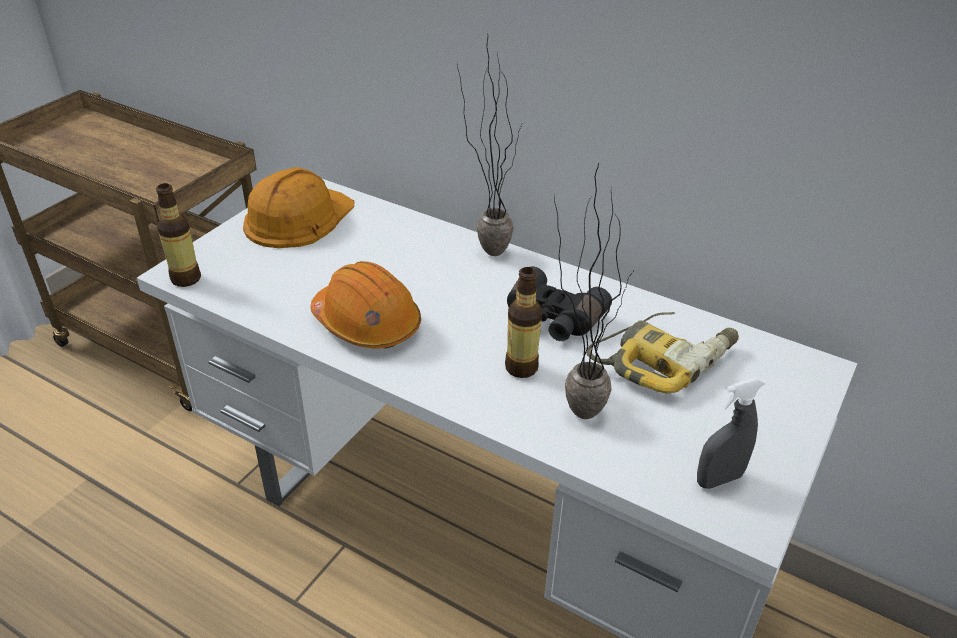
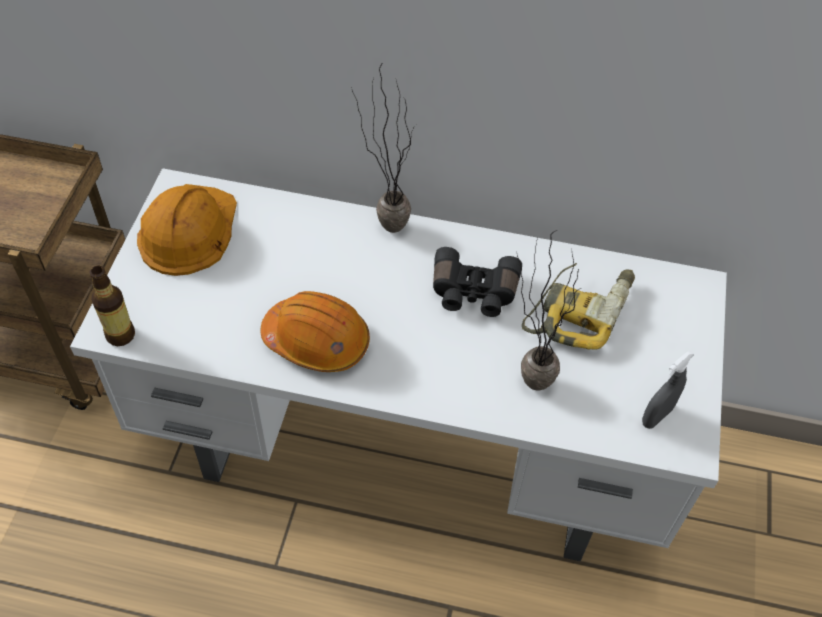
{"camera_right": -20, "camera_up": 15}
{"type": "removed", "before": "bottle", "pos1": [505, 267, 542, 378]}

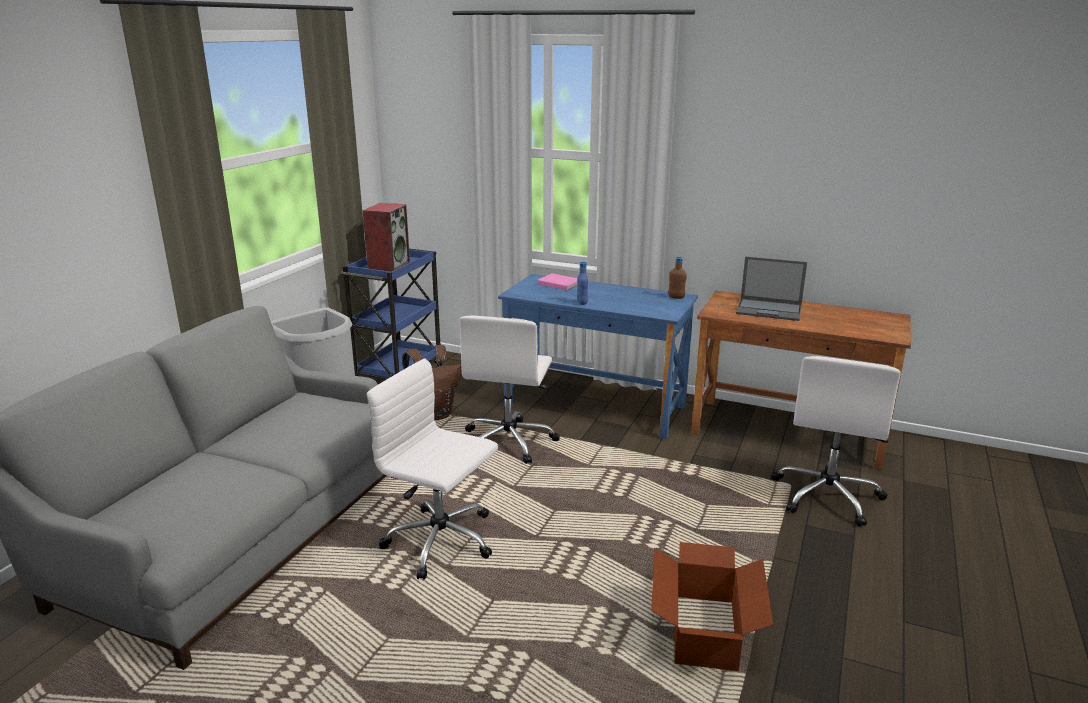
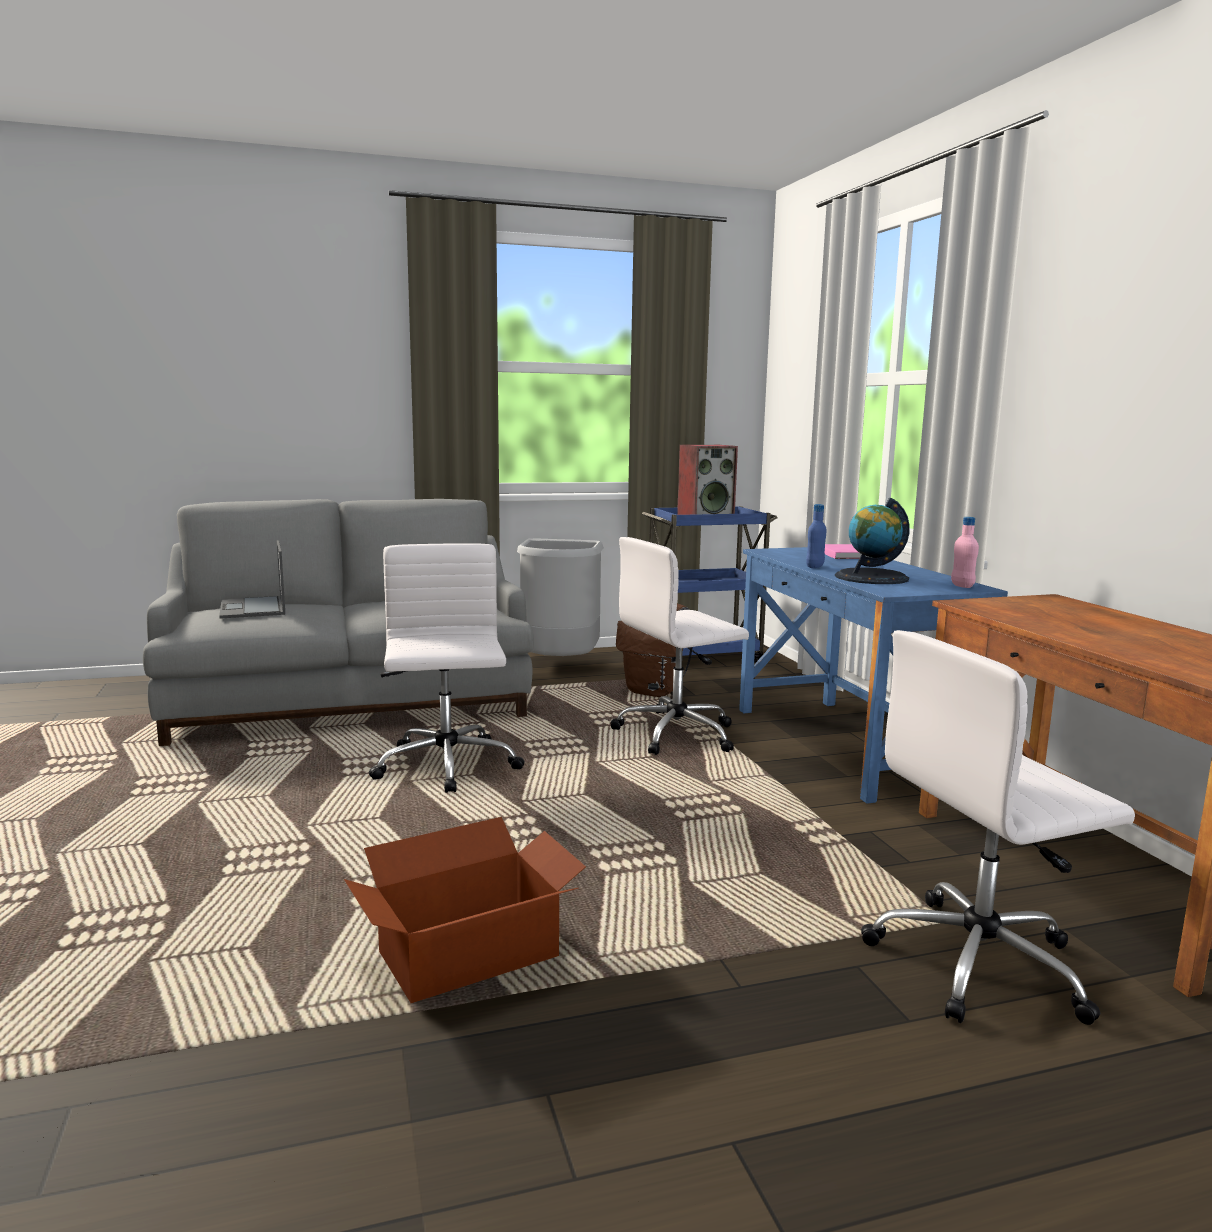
{"camera_right": 50, "camera_up": -10}
{"type": "moved", "before": "laptop", "pos1": [736, 256, 807, 321], "pos2": [219, 540, 285, 619]}
{"type": "added", "after": "globe", "pos2": [835, 498, 910, 584]}
{"type": "recoloured", "before": "bottle (brown)", "after": "bottle (pink)", "pos1": [668, 257, 687, 299], "pos2": [951, 517, 979, 588]}

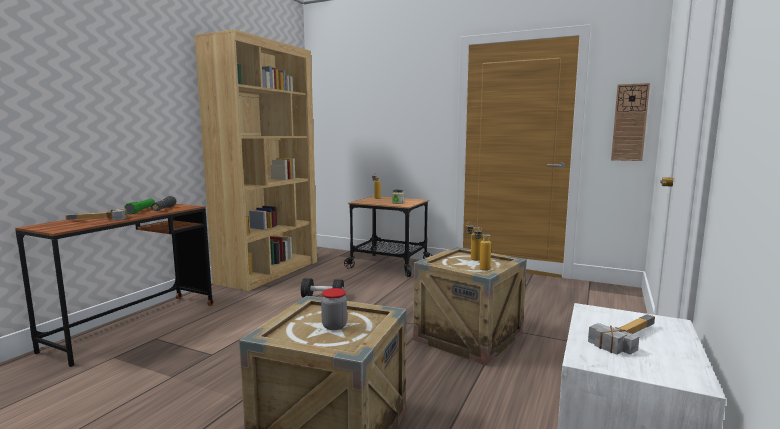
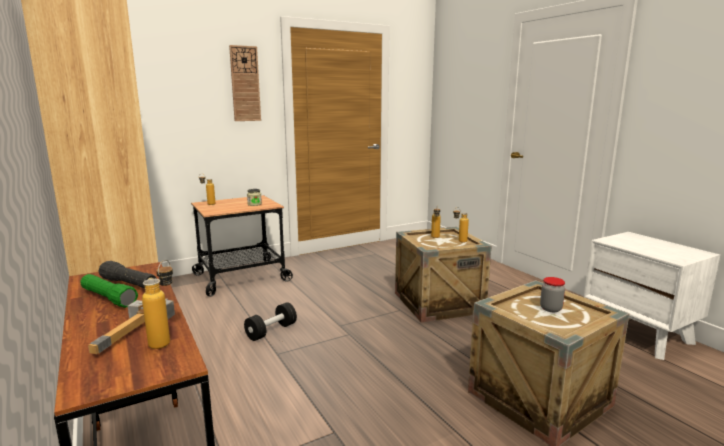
{"camera_right": -55, "camera_up": 5}
{"type": "added", "after": "bottle", "pos2": [142, 260, 173, 349]}
{"type": "moved", "before": "wall clock", "pos1": [611, 83, 650, 161], "pos2": [229, 45, 261, 121]}
{"type": "removed", "before": "hammer", "pos1": [588, 314, 655, 355]}

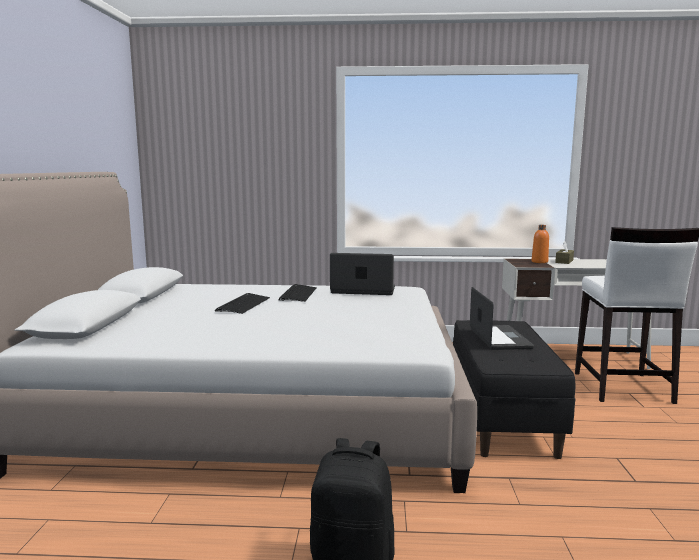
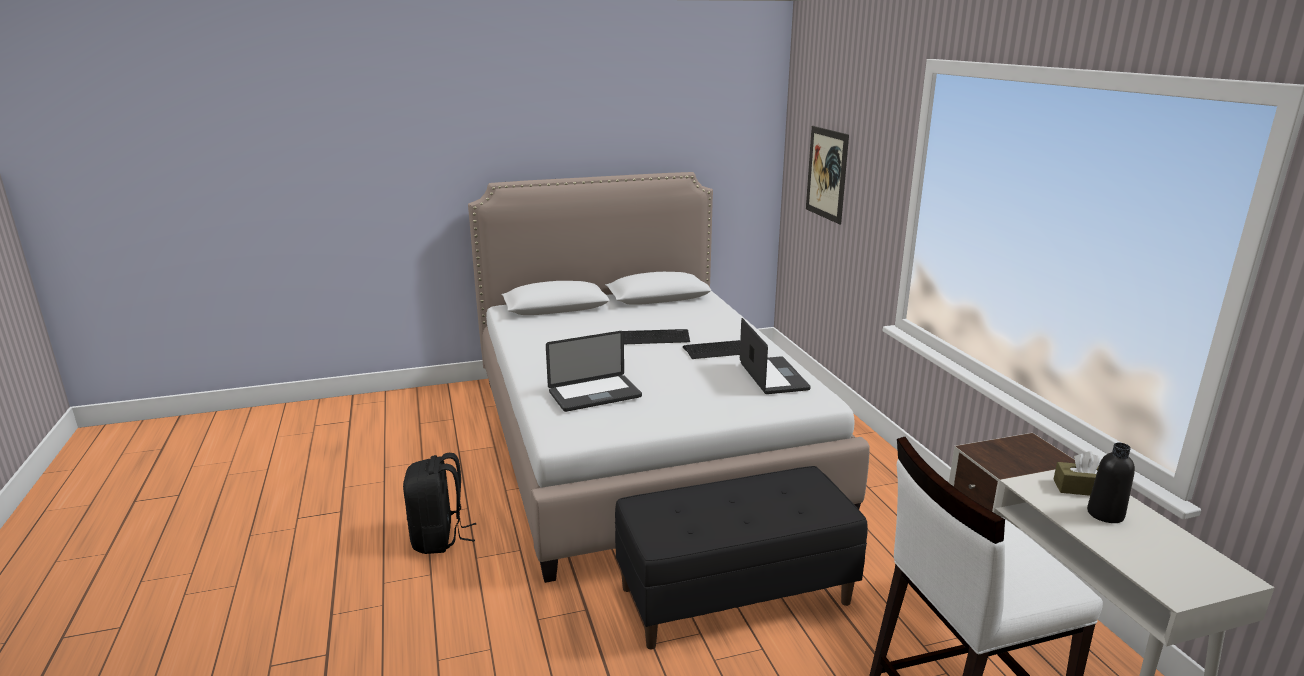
{"camera_right": 70, "camera_up": 10}
{"type": "moved", "before": "laptop", "pos1": [470, 287, 534, 350], "pos2": [546, 331, 642, 412]}
{"type": "added", "after": "picture", "pos2": [806, 126, 849, 224]}
{"type": "added", "after": "bottle (black)", "pos2": [1087, 443, 1135, 523]}
{"type": "removed", "before": "bottle (orange)", "pos1": [531, 225, 549, 263]}

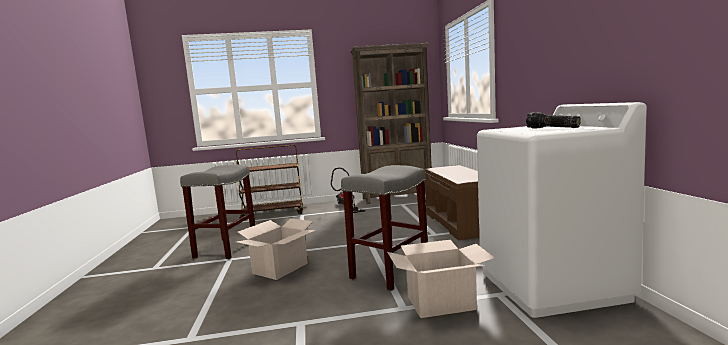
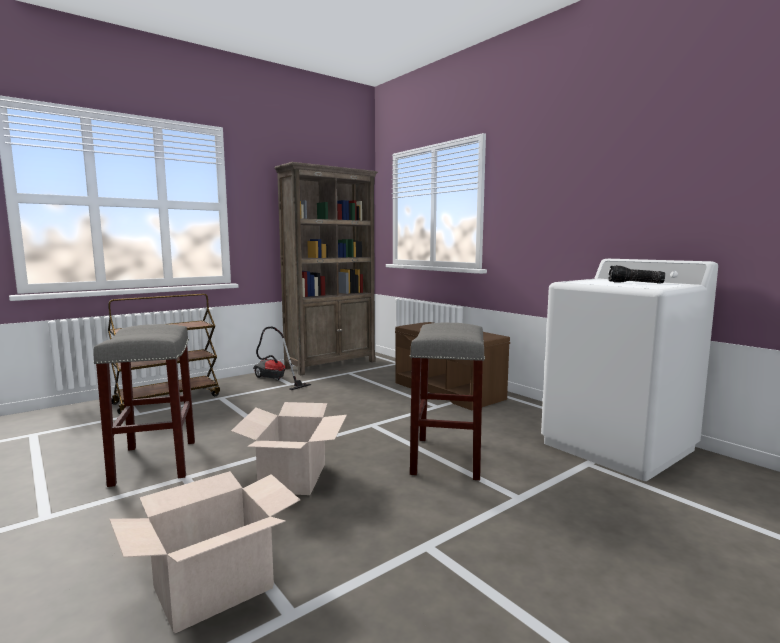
{"camera_right": -30, "camera_up": 0}
{"type": "moved", "before": "cardboard box", "pos1": [387, 240, 495, 318], "pos2": [109, 471, 300, 633]}

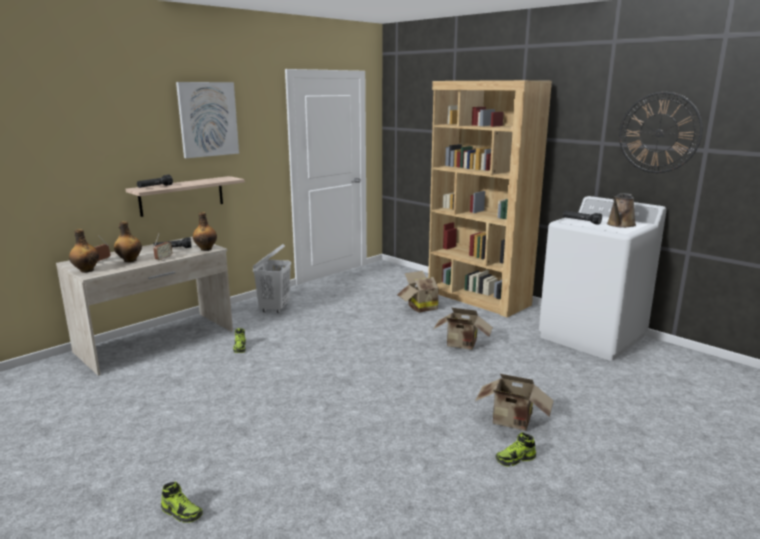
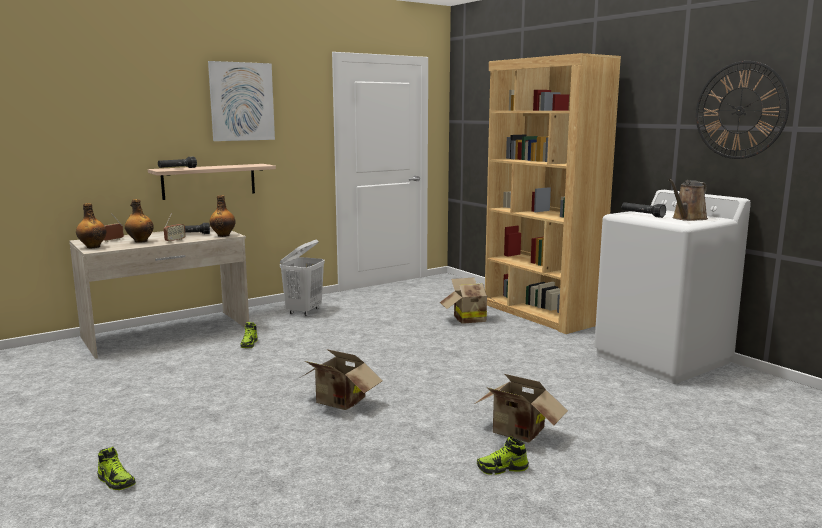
{"camera_right": 10, "camera_up": -5}
{"type": "moved", "before": "cardboard box", "pos1": [434, 308, 493, 350], "pos2": [303, 349, 383, 410]}

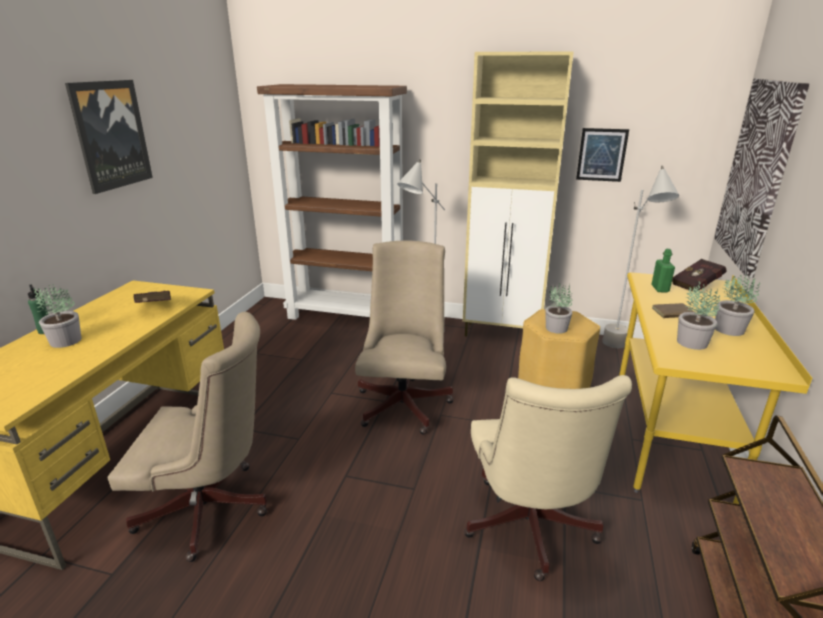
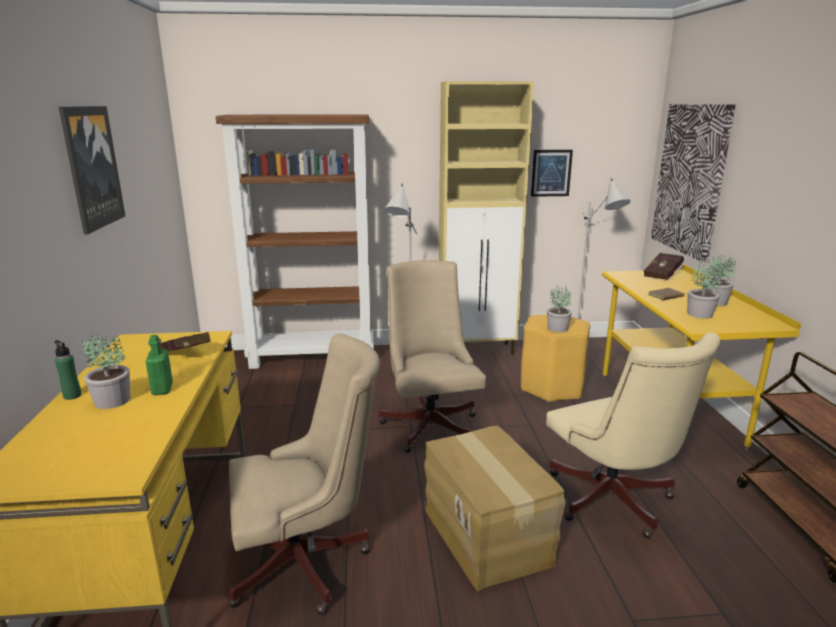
{"camera_right": -20, "camera_up": -5}
{"type": "moved", "before": "bottle (green)", "pos1": [651, 249, 675, 293], "pos2": [146, 335, 173, 395]}
{"type": "added", "after": "cardboard box", "pos2": [424, 426, 566, 591]}

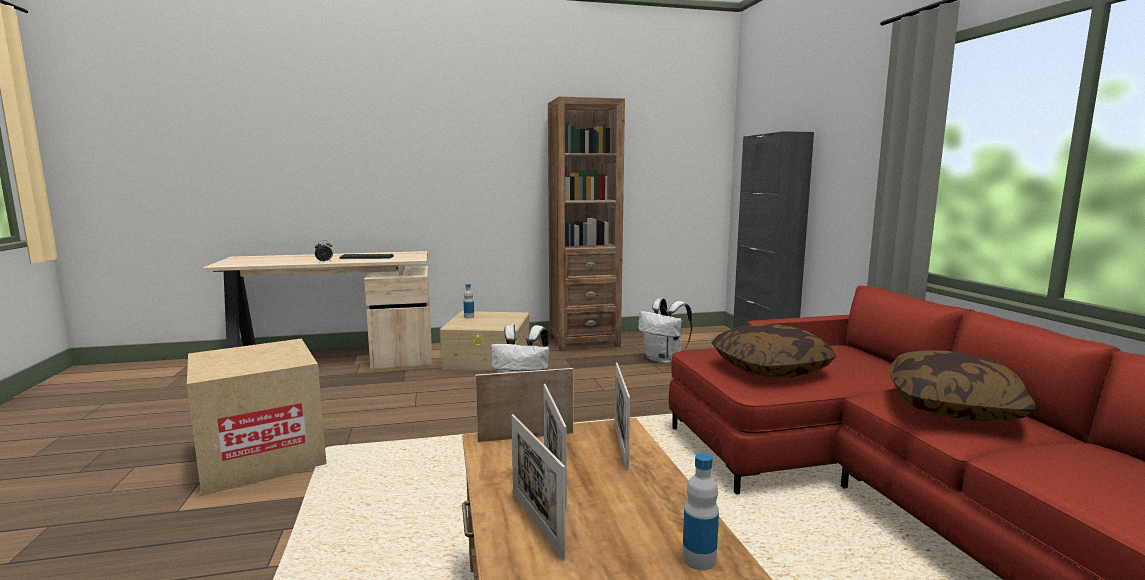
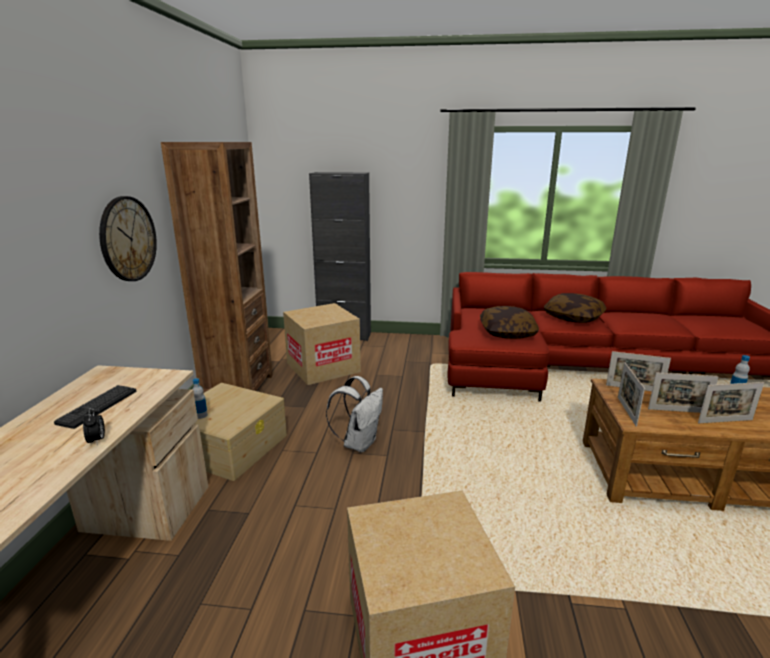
{"camera_right": -70, "camera_up": 10}
{"type": "added", "after": "wall clock", "pos2": [99, 196, 157, 281]}
{"type": "replaced", "before": "backpack (white)", "after": "cardboard box", "pos1": [638, 298, 692, 364], "pos2": [283, 303, 361, 385]}

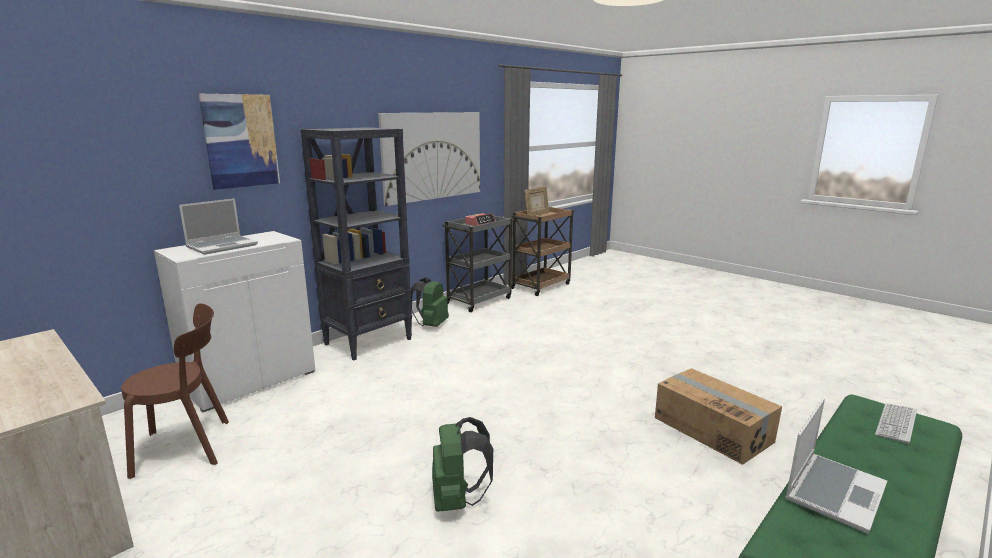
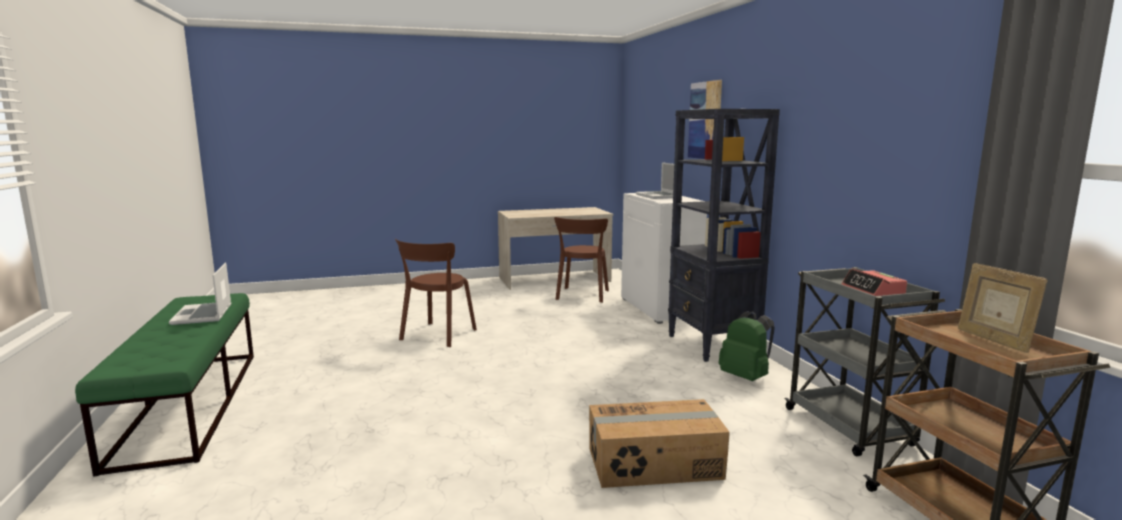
{"camera_right": 120, "camera_up": -5}
{"type": "replaced", "before": "backpack (green)", "after": "chair (brown)", "pos1": [432, 417, 493, 511], "pos2": [395, 239, 477, 347]}
{"type": "moved", "before": "cardboard box", "pos1": [655, 368, 782, 465], "pos2": [589, 399, 730, 488]}
{"type": "removed", "before": "picture", "pos1": [378, 112, 480, 206]}
{"type": "removed", "before": "keyboard", "pos1": [875, 403, 917, 444]}

